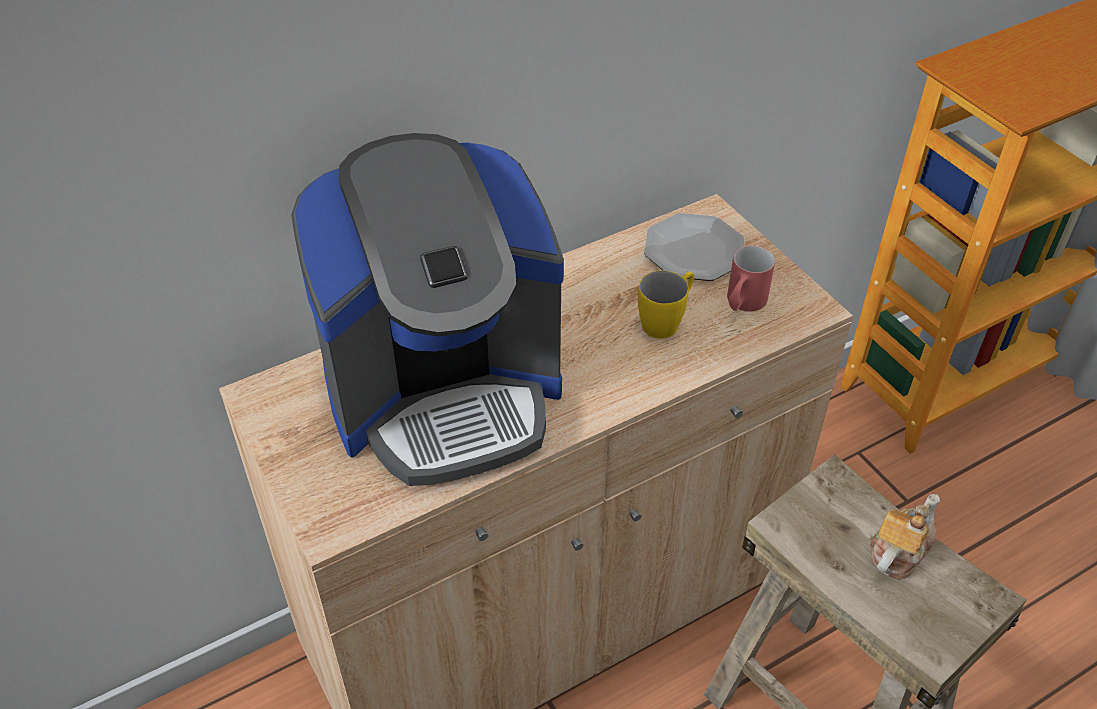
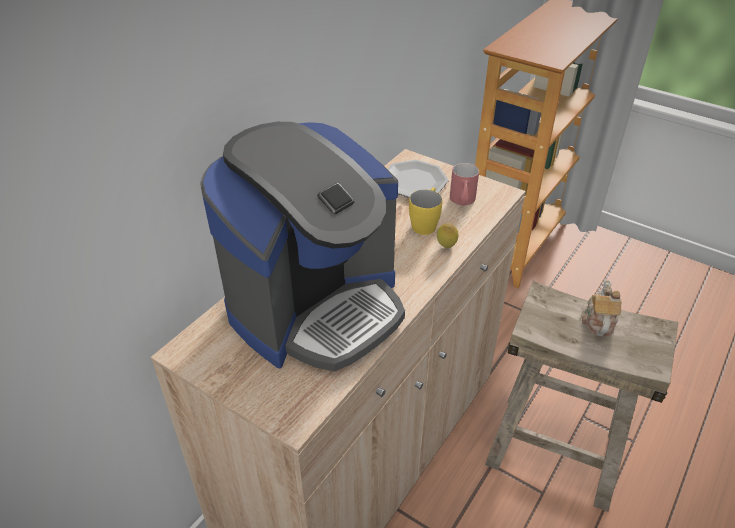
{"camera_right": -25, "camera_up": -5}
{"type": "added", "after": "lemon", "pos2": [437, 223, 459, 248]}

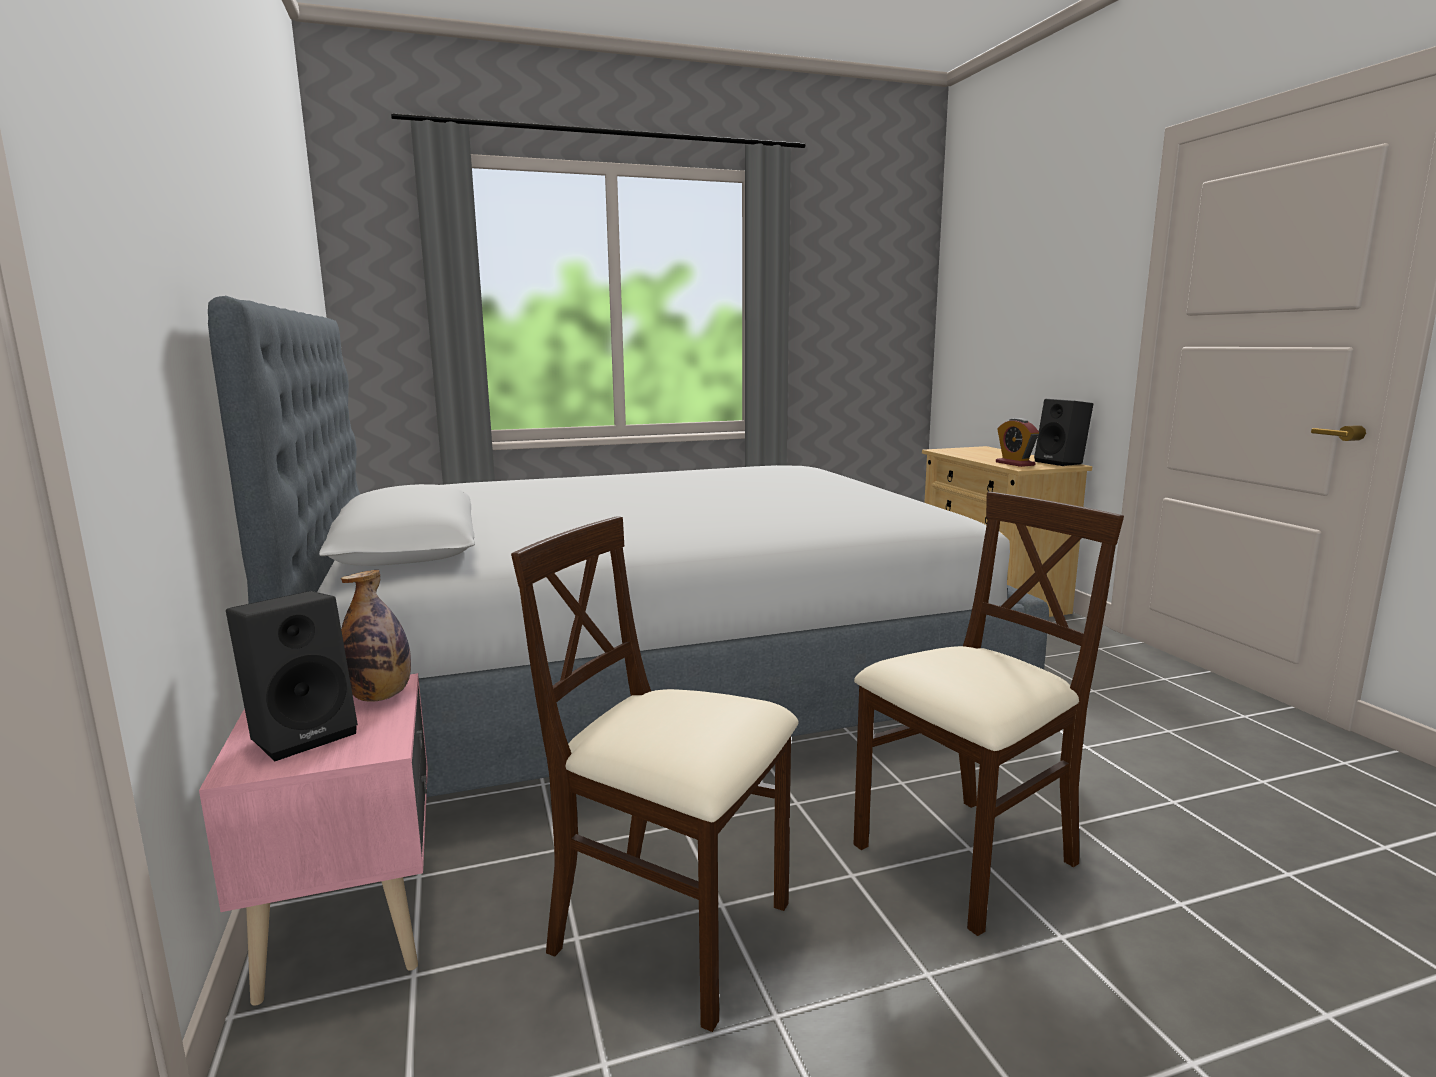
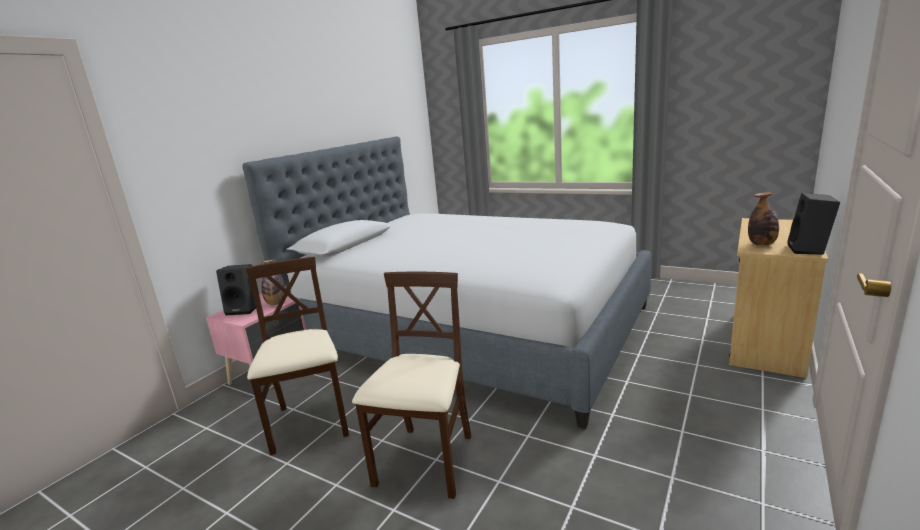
{"camera_right": 50, "camera_up": 5}
{"type": "turned", "before": "chair (beige)", "pos1": [853, 492, 1124, 936], "pos2": [352, 272, 471, 499], "turn": -90}
{"type": "replaced", "before": "alarm clock", "after": "bottle", "pos1": [996, 418, 1039, 467], "pos2": [748, 192, 779, 246]}

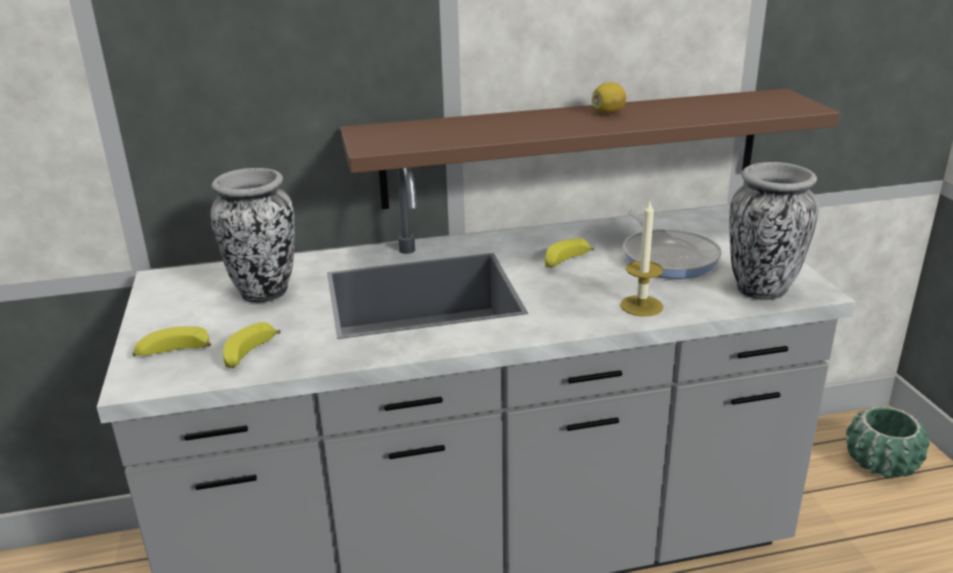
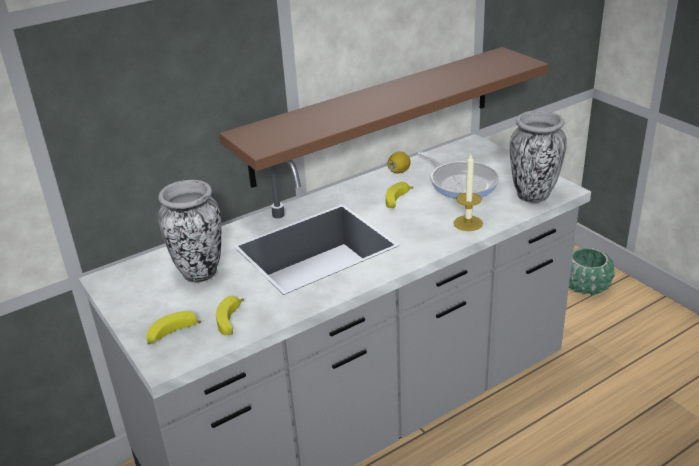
{"camera_right": -20, "camera_up": 5}
{"type": "moved", "before": "lemon", "pos1": [592, 82, 626, 114], "pos2": [388, 151, 411, 174]}

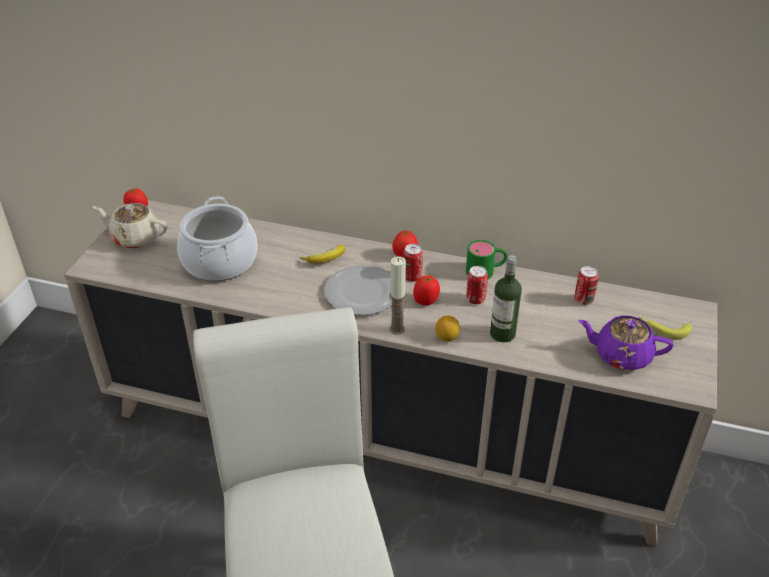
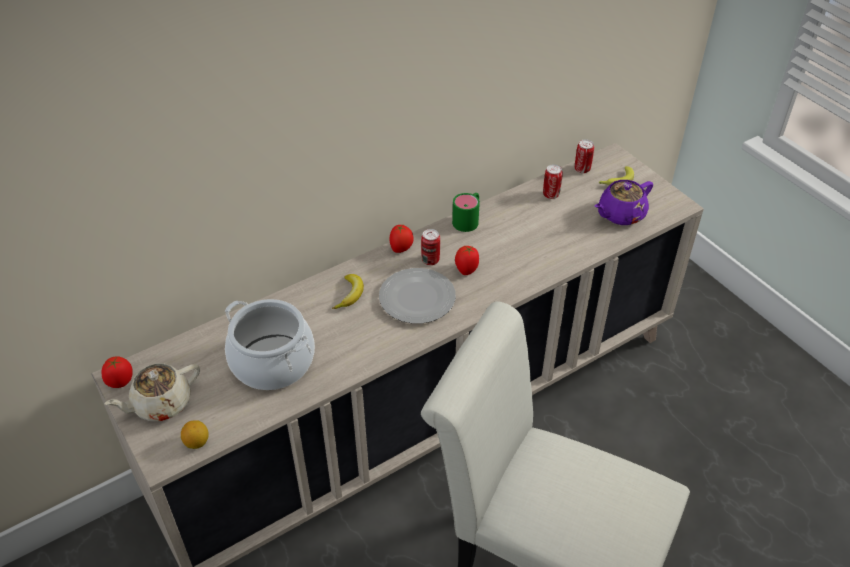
{"camera_right": -50, "camera_up": 5}
{"type": "moved", "before": "lemon", "pos1": [435, 315, 460, 342], "pos2": [181, 420, 209, 449]}
{"type": "moved", "before": "can", "pos1": [466, 266, 488, 304], "pos2": [575, 139, 594, 173]}
{"type": "removed", "before": "candle", "pos1": [390, 256, 406, 335]}
{"type": "removed", "before": "bottle", "pos1": [490, 255, 522, 343]}

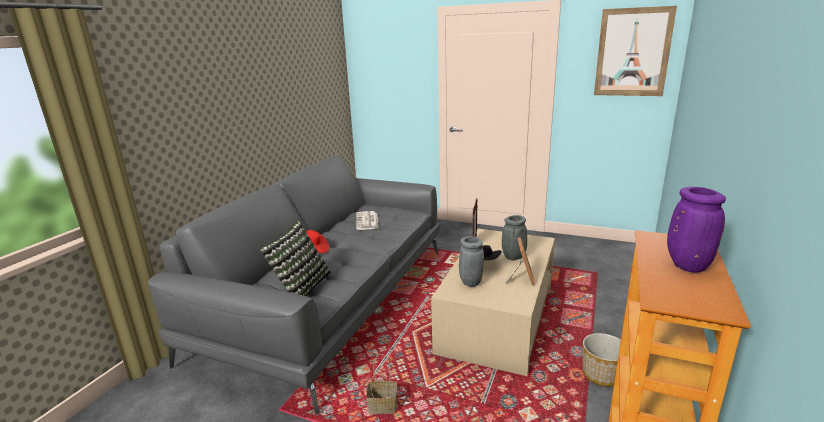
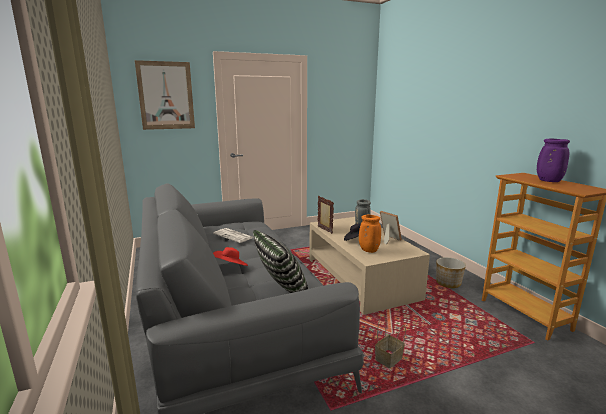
{"camera_right": -45, "camera_up": -5}
{"type": "moved", "before": "picture", "pos1": [594, 6, 677, 96], "pos2": [135, 60, 195, 130]}
{"type": "recoloured", "before": "vase (grey)", "after": "vase (orange)", "pos1": [459, 236, 484, 287], "pos2": [359, 215, 381, 253]}

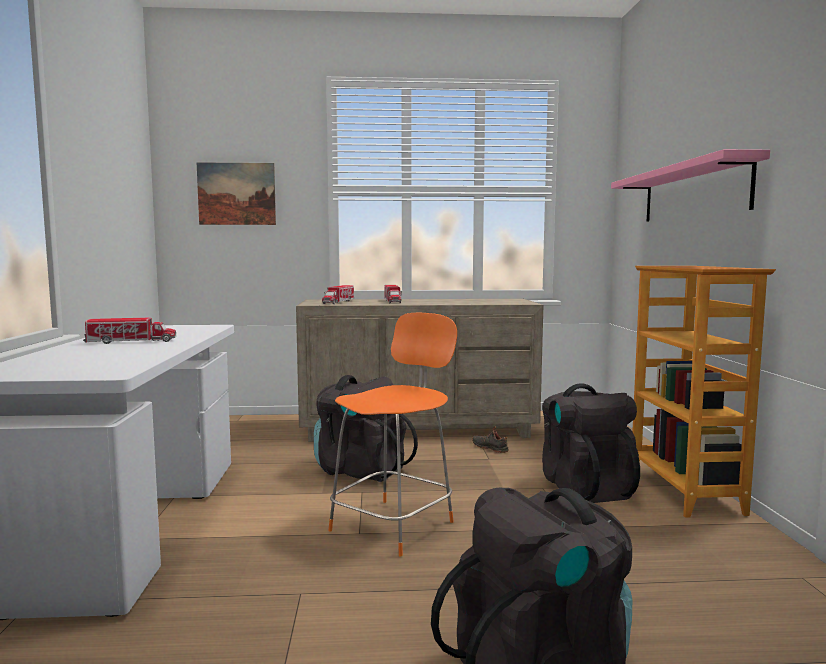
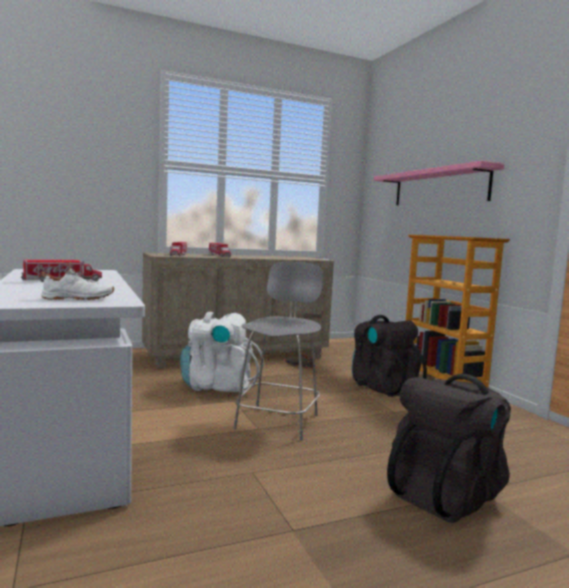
{"camera_right": -20, "camera_up": 0}
{"type": "added", "after": "shoe (white)", "pos2": [41, 262, 114, 300]}
{"type": "recoloured", "before": "backpack (black)", "after": "backpack (white)", "pos1": [314, 375, 418, 482], "pos2": [180, 312, 264, 393]}
{"type": "recoloured", "before": "stool (orange)", "after": "stool (grey)", "pos1": [328, 313, 457, 556], "pos2": [233, 262, 323, 441]}
{"type": "removed", "before": "picture", "pos1": [197, 162, 276, 225]}

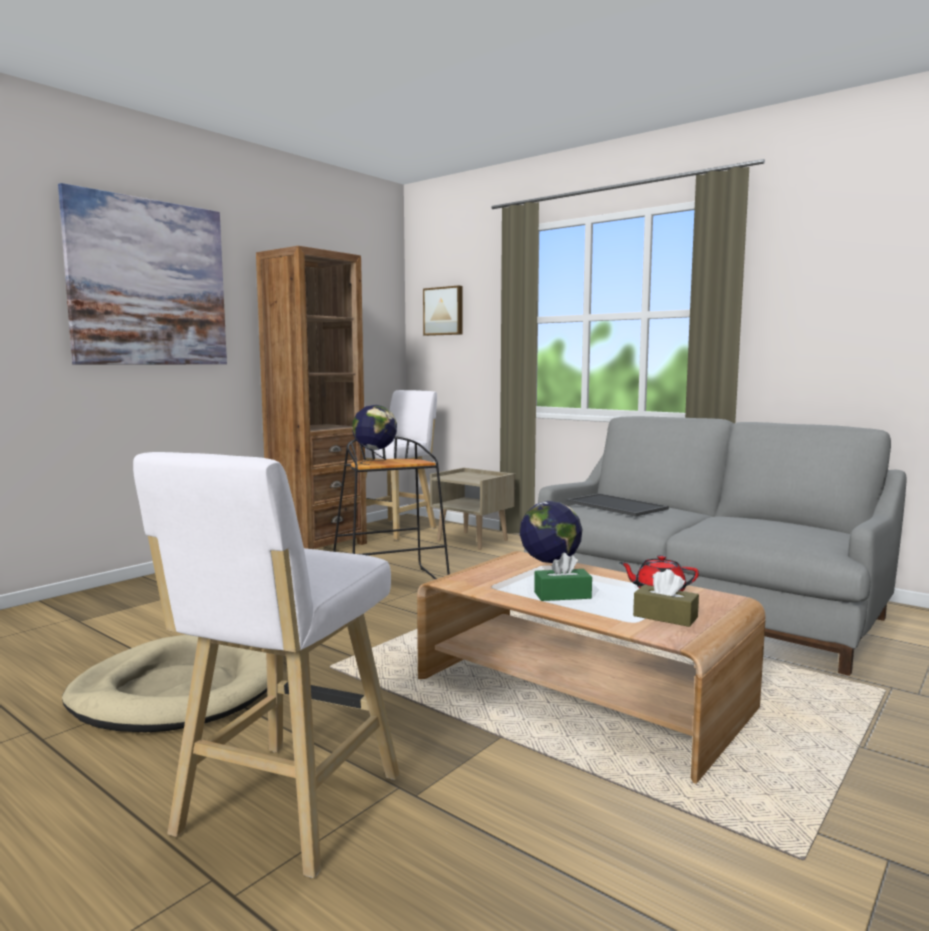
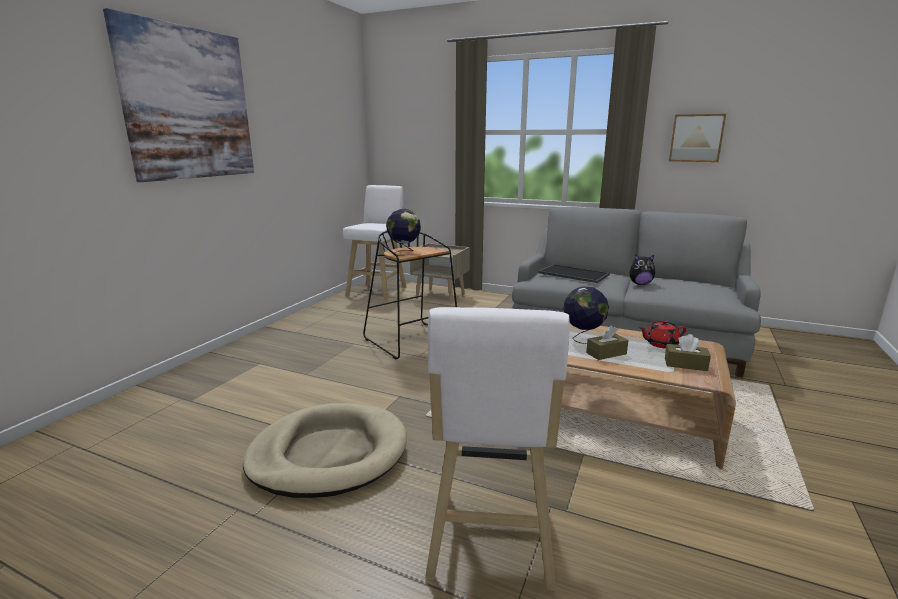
{"camera_right": -15, "camera_up": 10}
{"type": "recoloured", "before": "tissue box (green)", "after": "tissue box (brown)", "pos1": [534, 553, 592, 601], "pos2": [586, 325, 628, 360]}
{"type": "added", "after": "plush toy", "pos2": [629, 254, 655, 285]}
{"type": "moved", "before": "picture", "pos1": [423, 285, 463, 336], "pos2": [669, 114, 726, 162]}
{"type": "removed", "before": "bookcase (brown)", "pos1": [256, 246, 367, 549]}

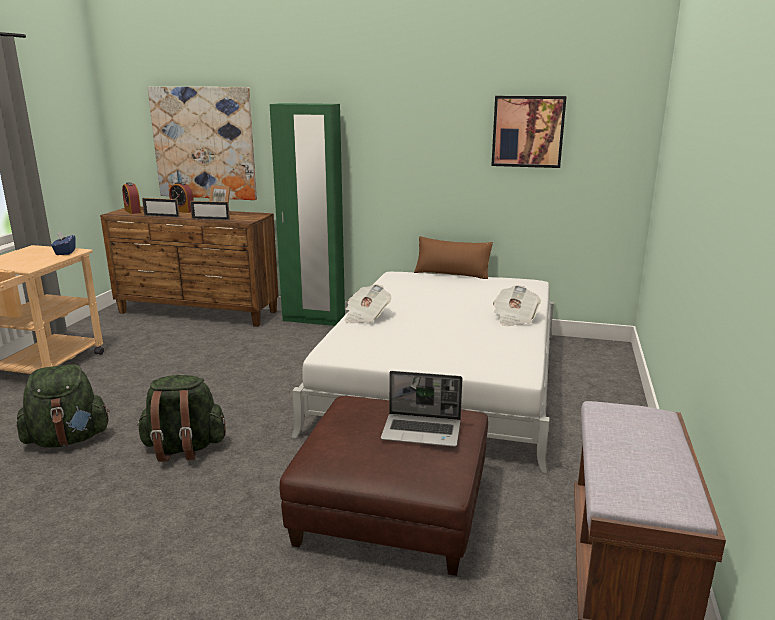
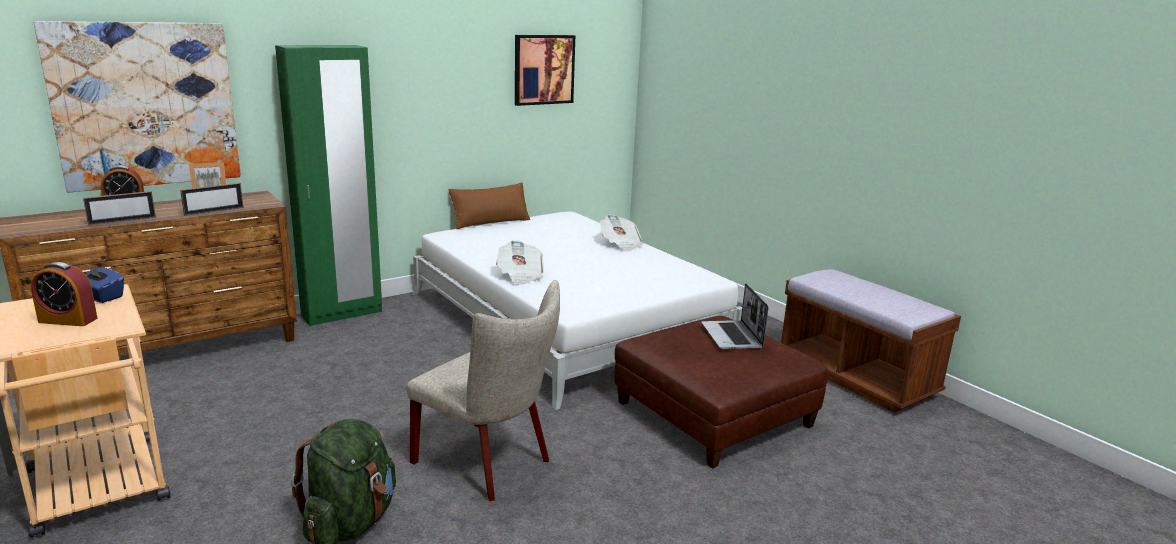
{"camera_right": -50, "camera_up": 0}
{"type": "moved", "before": "alarm clock", "pos1": [122, 182, 141, 214], "pos2": [31, 262, 98, 326]}
{"type": "replaced", "before": "backpack (green)", "after": "chair (beige)", "pos1": [137, 375, 226, 462], "pos2": [406, 280, 560, 501]}
{"type": "turned", "before": "laptop", "pos1": [381, 371, 463, 447], "pos2": [701, 283, 768, 350], "turn": 120}

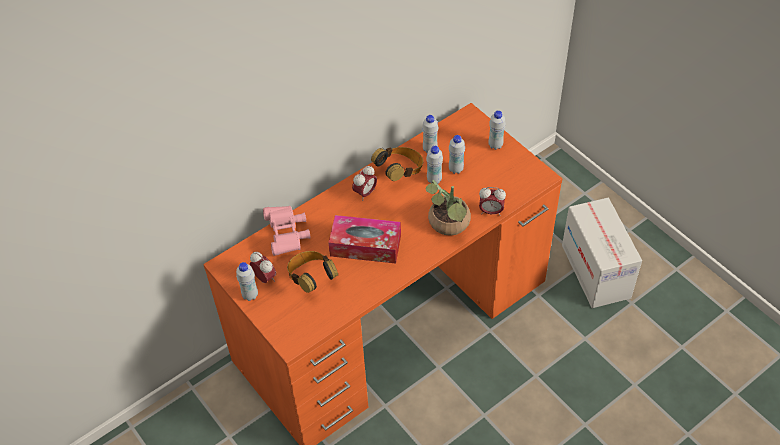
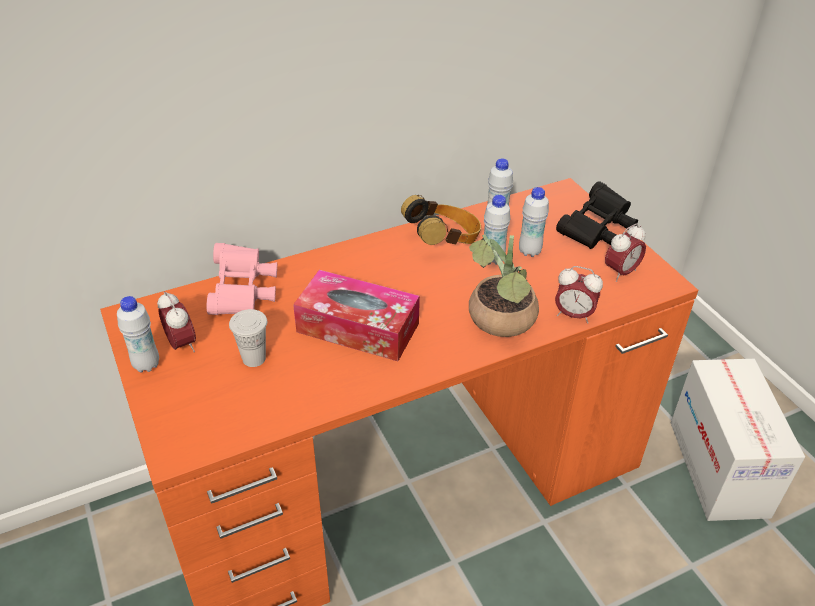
{"camera_right": 10, "camera_up": -10}
{"type": "replaced", "before": "headphones", "after": "cup (white)", "pos1": [287, 251, 338, 293], "pos2": [229, 309, 267, 367]}
{"type": "replaced", "before": "bottle (white)", "after": "binoculars (black)", "pos1": [488, 110, 506, 150], "pos2": [556, 181, 638, 249]}
{"type": "moved", "before": "alarm clock", "pos1": [352, 166, 377, 201], "pos2": [605, 224, 646, 282]}

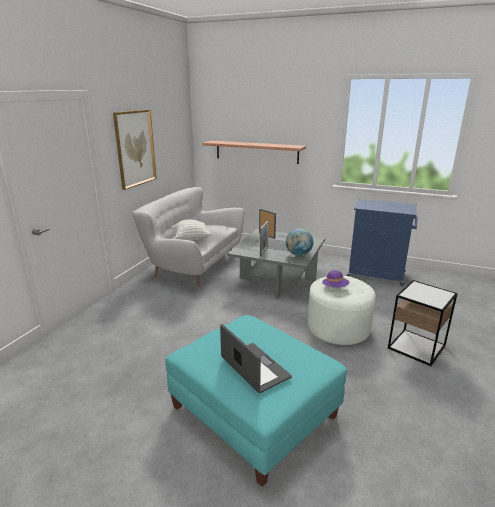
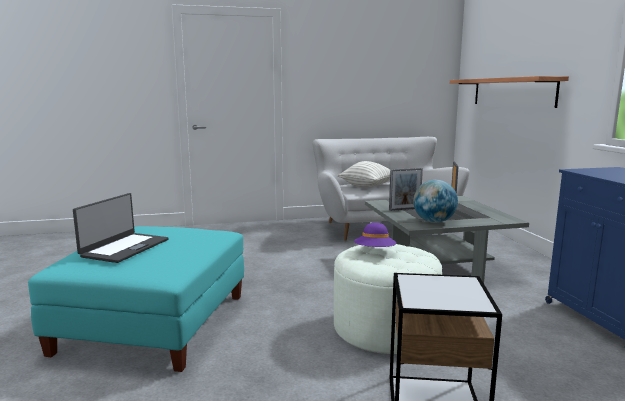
{"camera_right": 55, "camera_up": -10}
{"type": "removed", "before": "picture", "pos1": [113, 109, 157, 190]}

